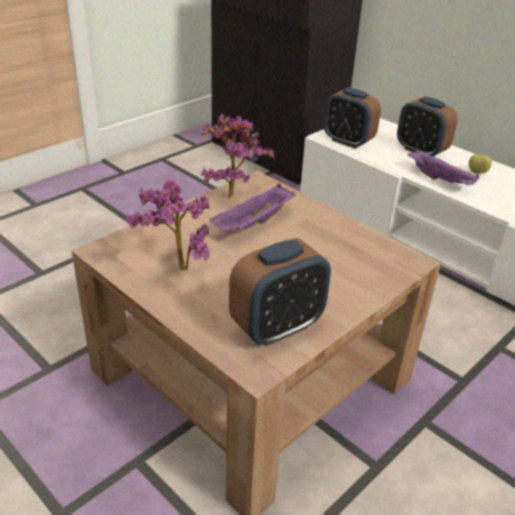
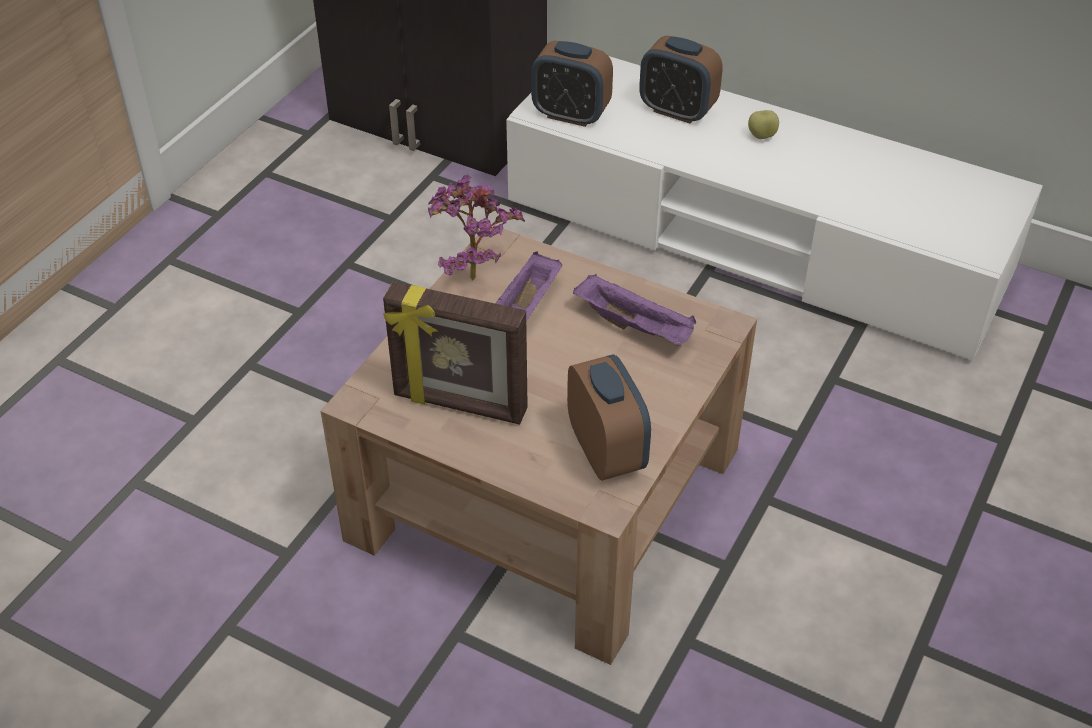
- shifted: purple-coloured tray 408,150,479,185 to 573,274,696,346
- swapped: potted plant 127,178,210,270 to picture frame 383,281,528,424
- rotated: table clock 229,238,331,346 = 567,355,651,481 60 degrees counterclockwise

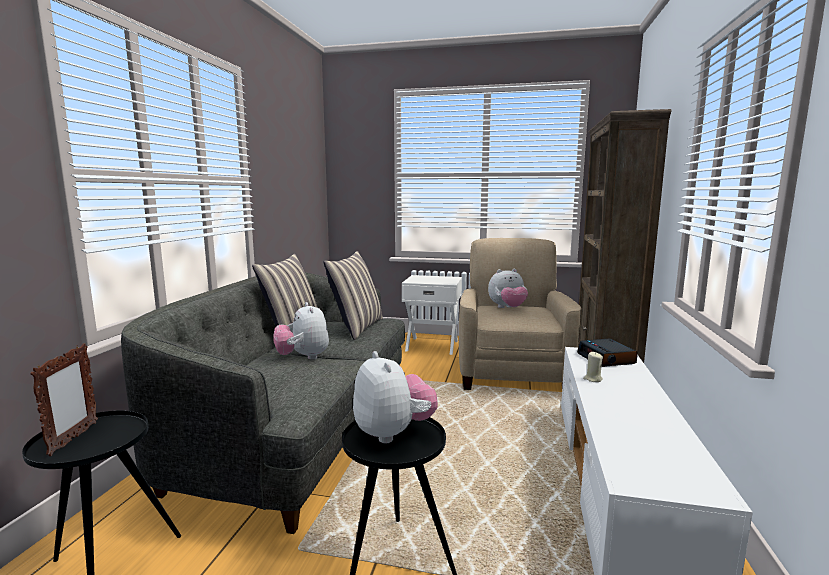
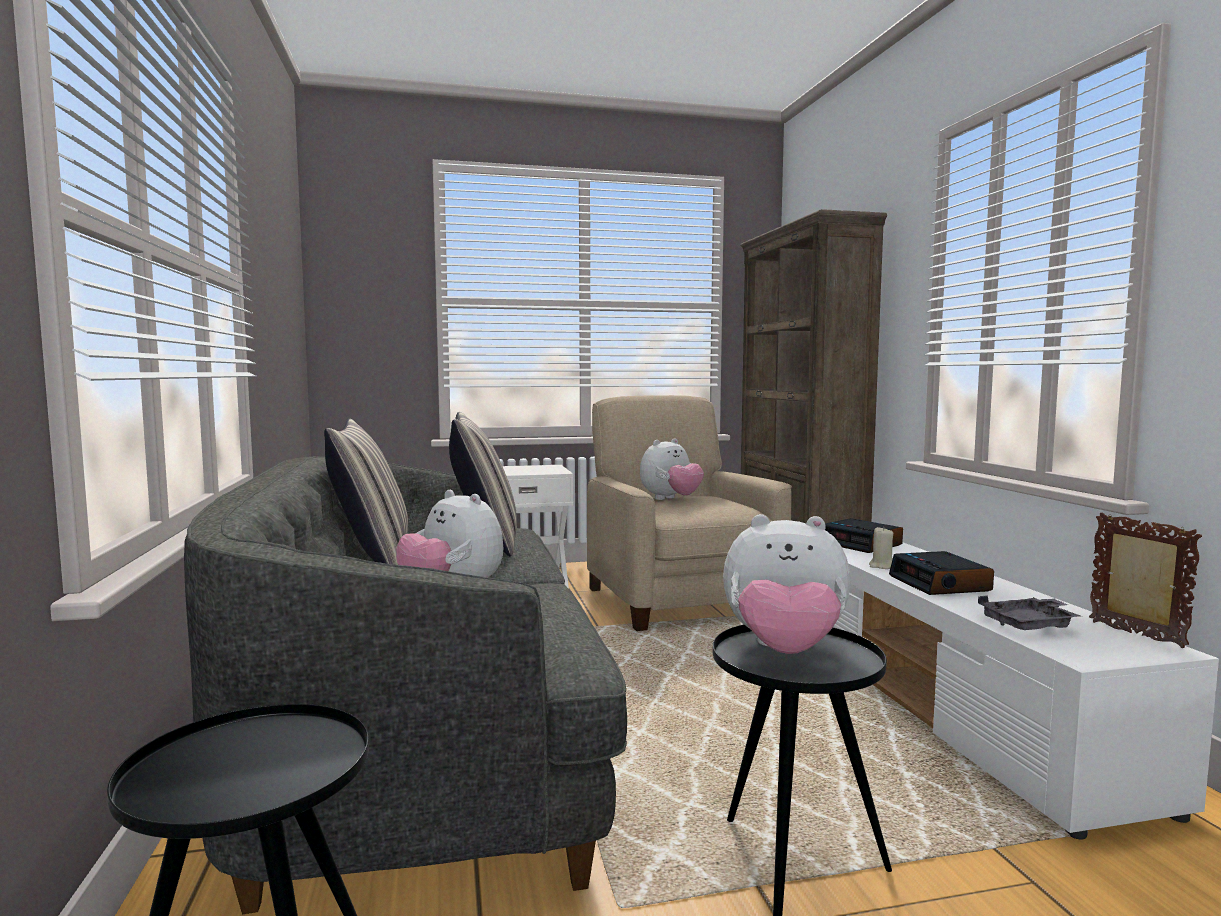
- new: table clock 889,551,994,595
- new: gray tray 978,596,1081,630
- shifted: picture frame 30,343,98,456 to 1089,512,1202,648
- rotated: cuddly toy 353,351,438,443 = 723,514,850,654 150 degrees clockwise

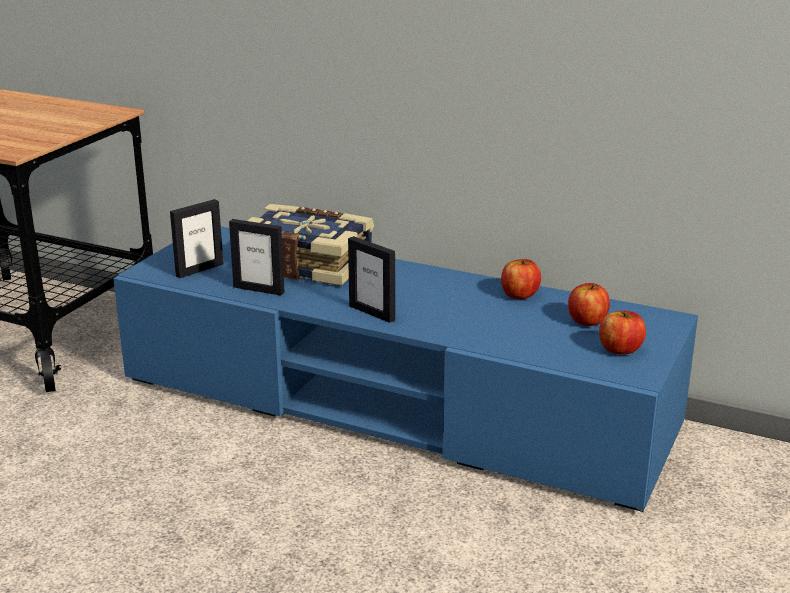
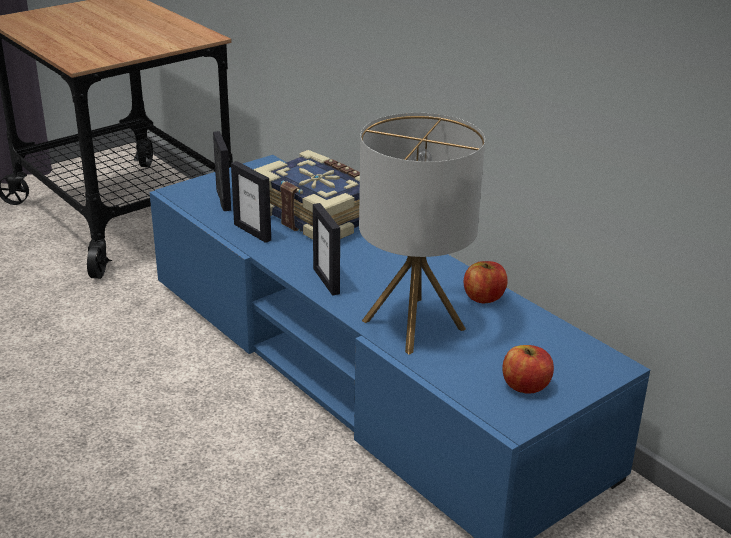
- gone: apple fruit 568,283,610,326
- new: table lamp 359,113,485,355
- rotated: picture frame 170,199,223,278 = 213,131,231,211 90 degrees counterclockwise

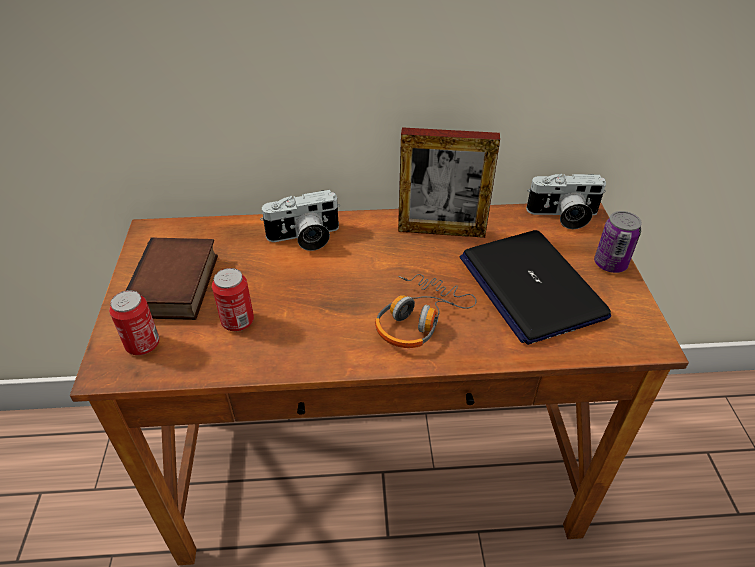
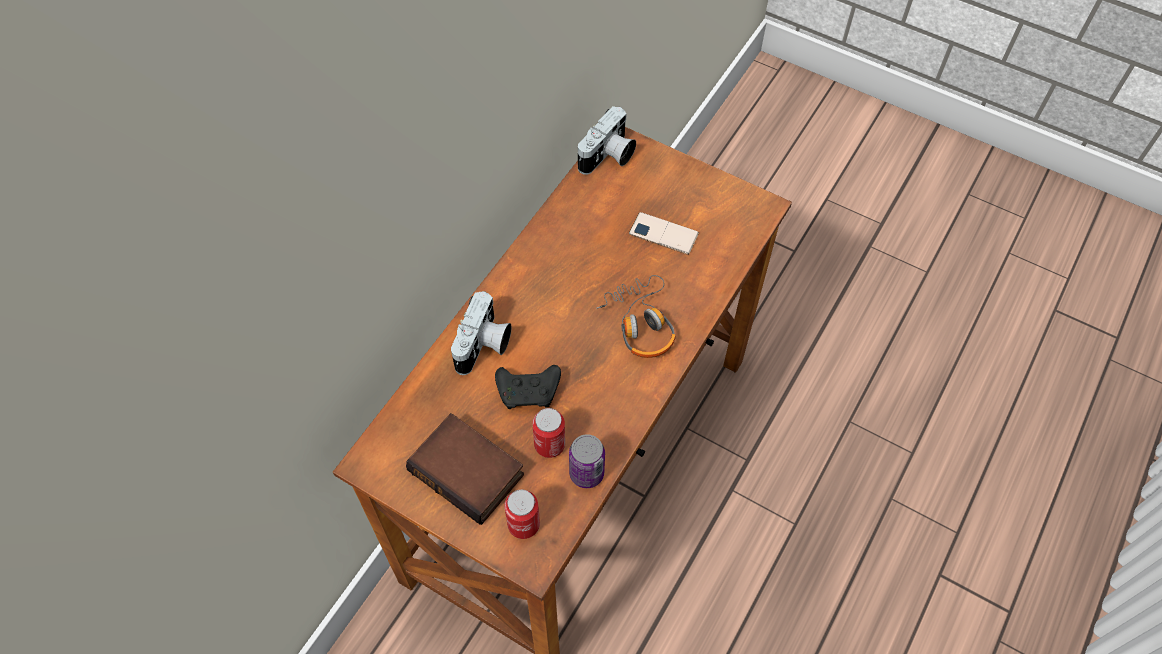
- gone: picture frame 398,127,500,238
- new: black-coloured game controller 495,365,561,409
- shifted: can 594,211,642,273 to 569,434,605,488
- swapped: portable computer 460,230,611,345 to telephone 629,212,699,255

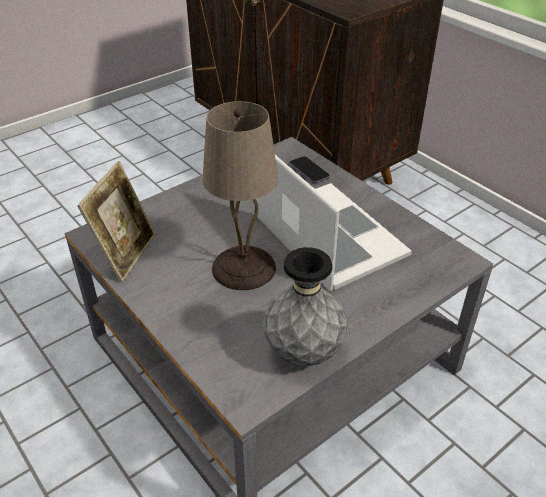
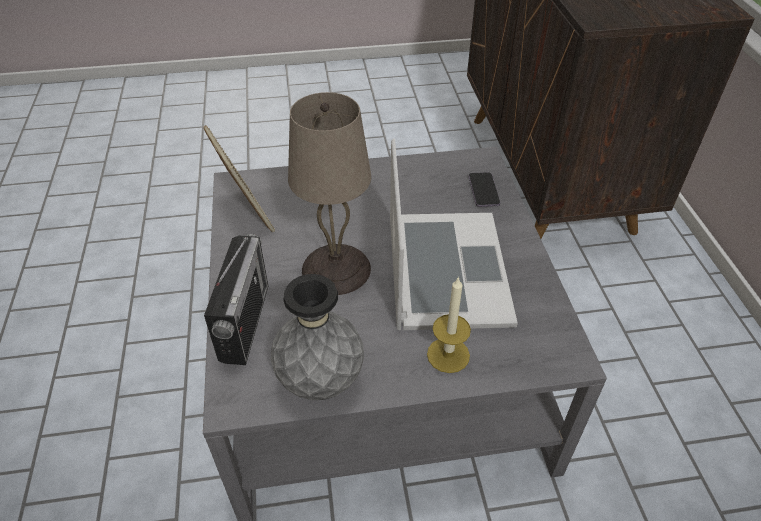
- new: radio receiver 204,234,268,365
- new: wax light 427,276,471,373
- rotated: picture frame 77,161,156,282 = 203,125,275,232 75 degrees counterclockwise

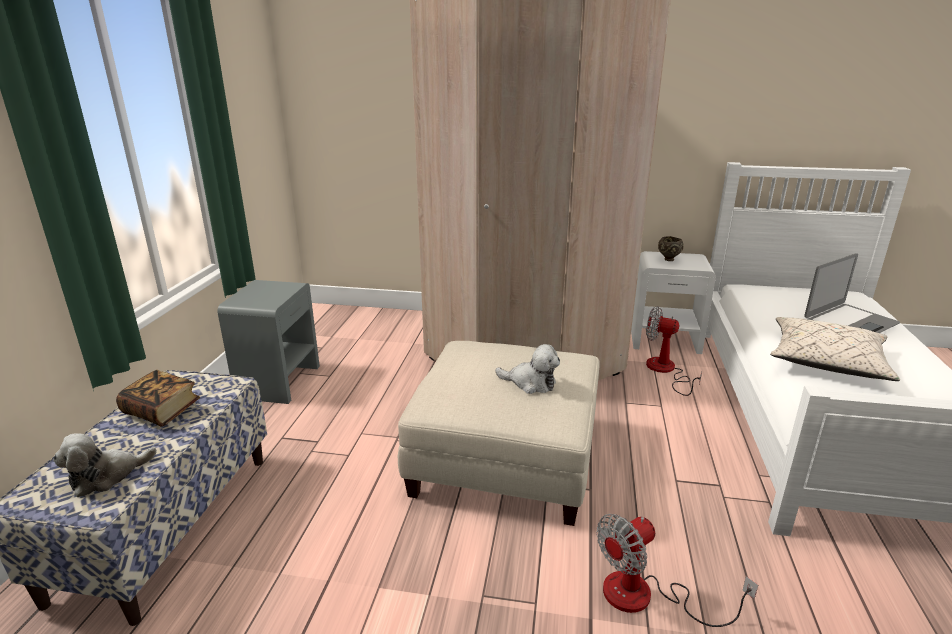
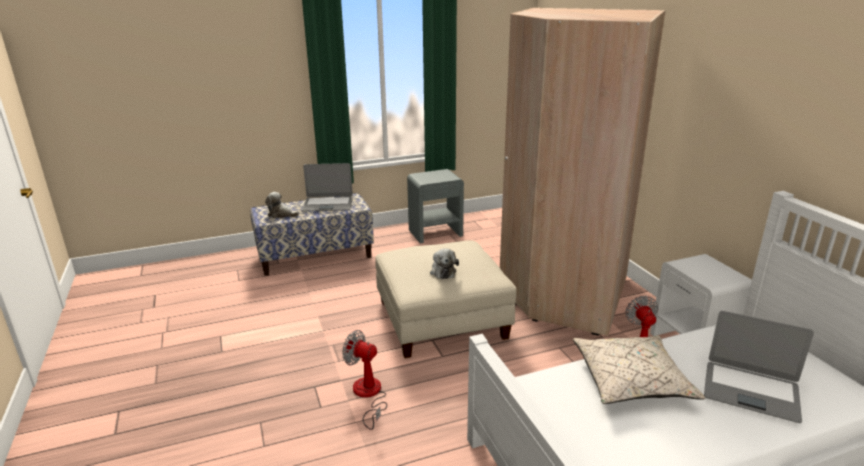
- gone: brown-coloured deep dish 658,236,684,261
- swapped: book 116,370,200,427 to portable computer 302,163,353,211

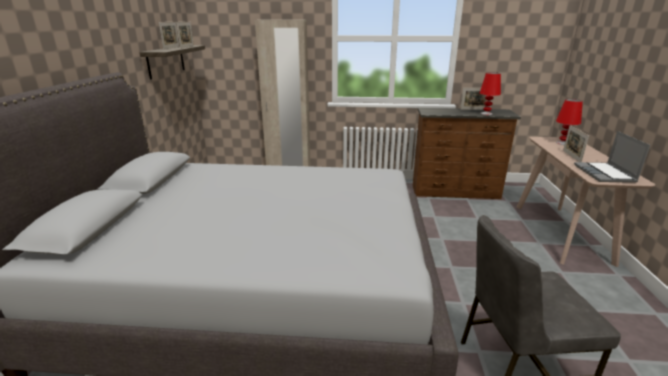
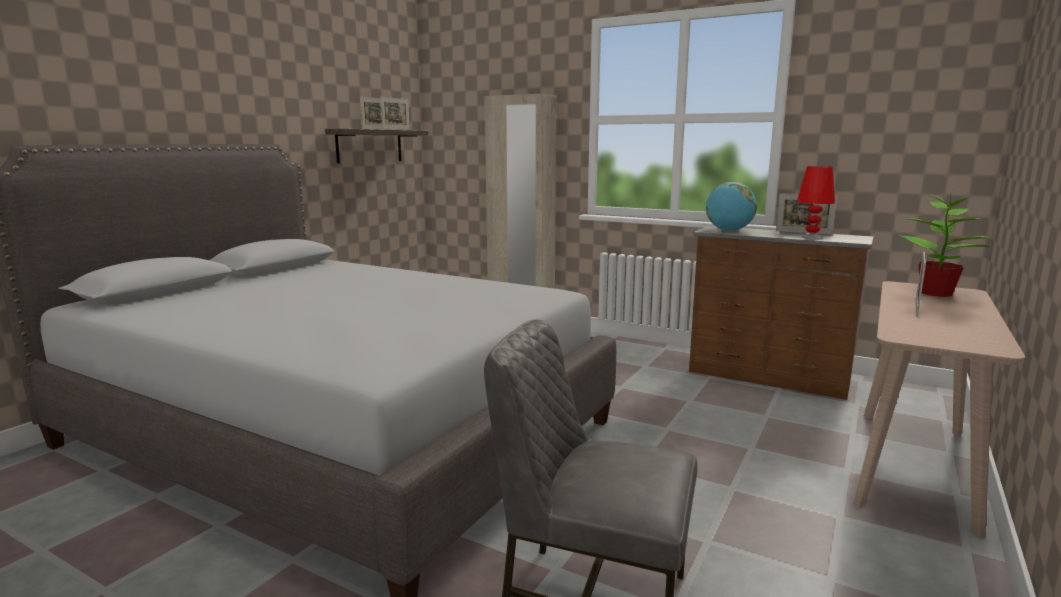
- gone: portable computer 574,131,650,183
- new: desk globe 706,182,757,231
- swapped: red table lamp 556,99,583,145 to potted plant 900,190,991,297

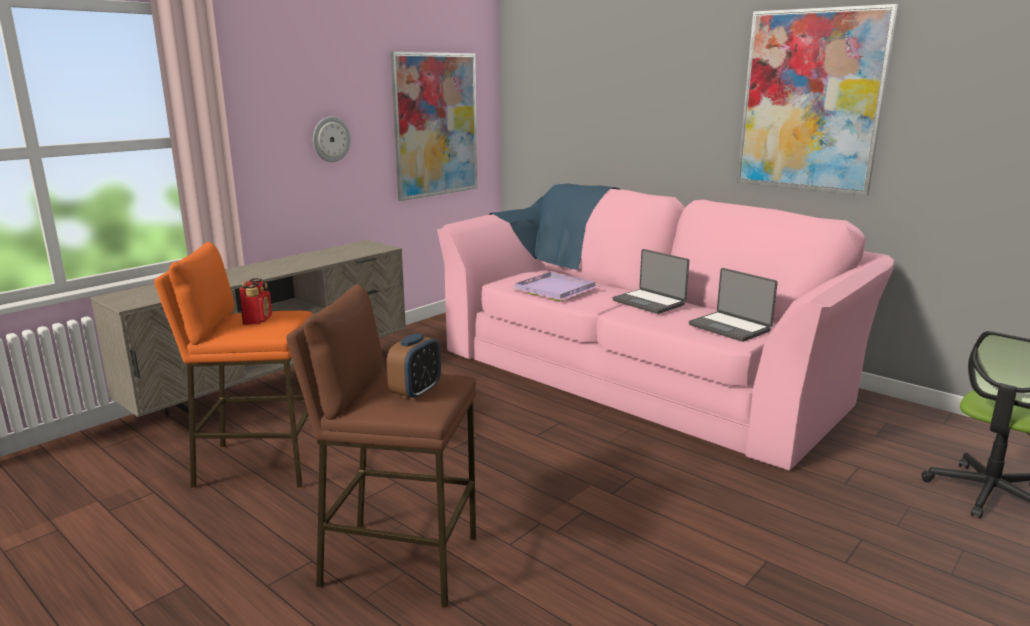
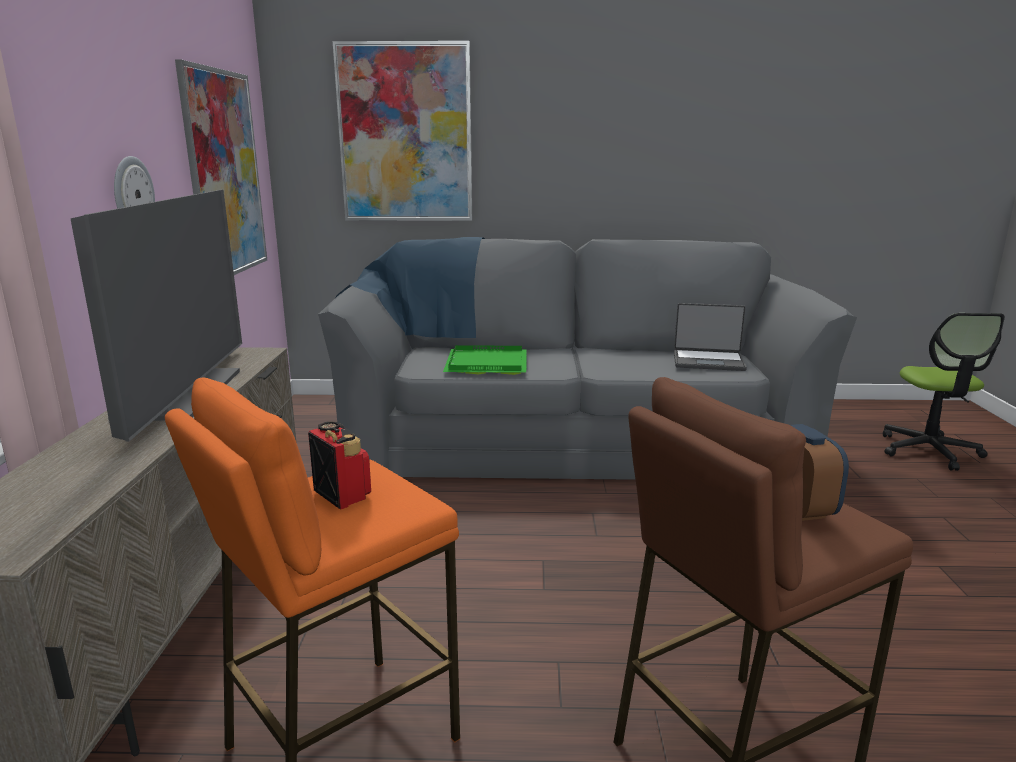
- gone: portable computer 612,249,689,314
- new: TV 70,190,242,442
- shifted: picture 737,4,898,196 to 332,41,472,221
- repainted: pink couch 437,184,894,471 to gray couch 318,237,857,480
- repainted: purple-coloured tray 510,272,600,301 to green-coloured tray 443,345,526,375

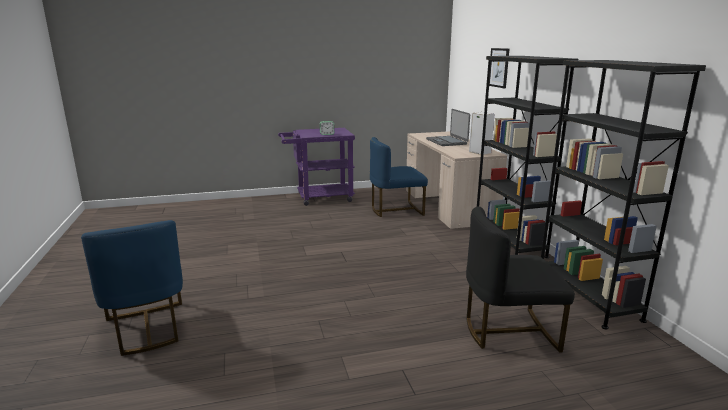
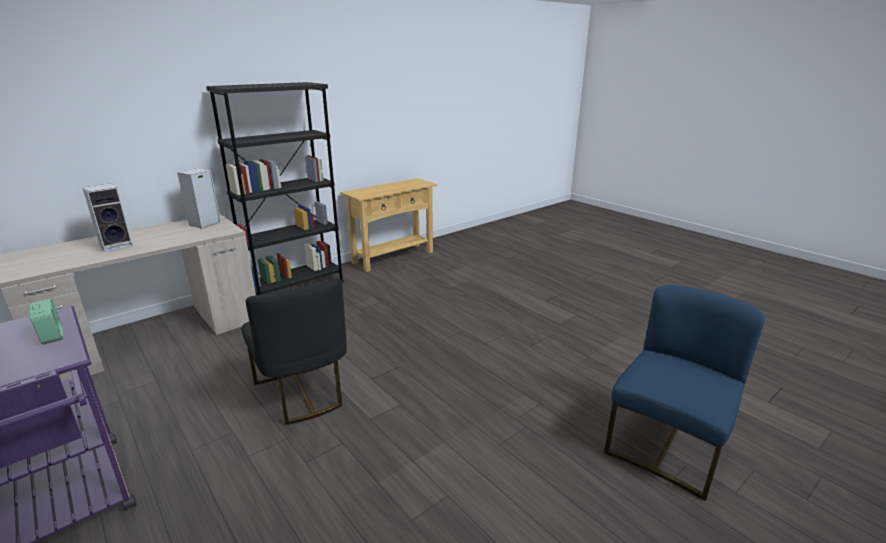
- gone: blue-coloured upright chair 370,137,428,217
- gone: picture 489,48,510,88
- shifted: black-coloured upright chair 466,207,575,353 to 242,278,347,425
- swapped: portable computer 426,109,470,146 to loudspeaker 82,183,133,252
- swapped: black-coloured bookshelf 541,60,706,329 to beige narrow table 340,178,438,272

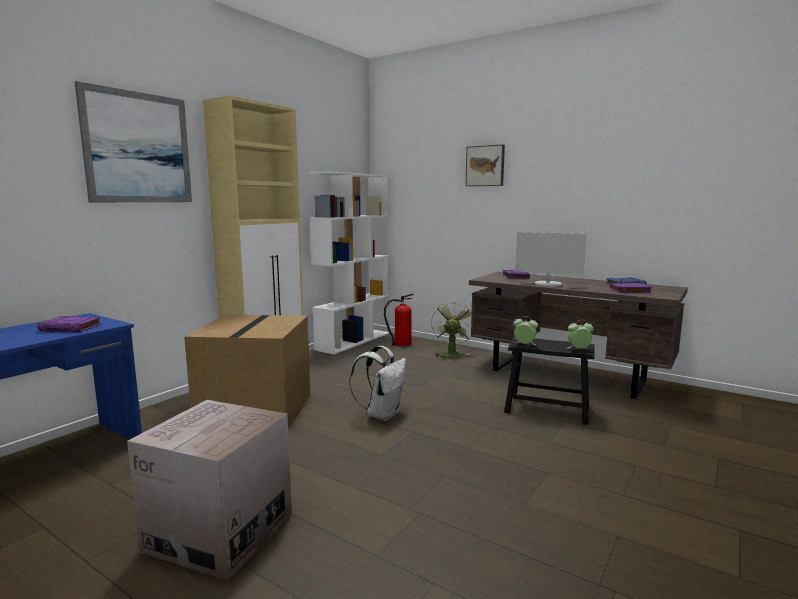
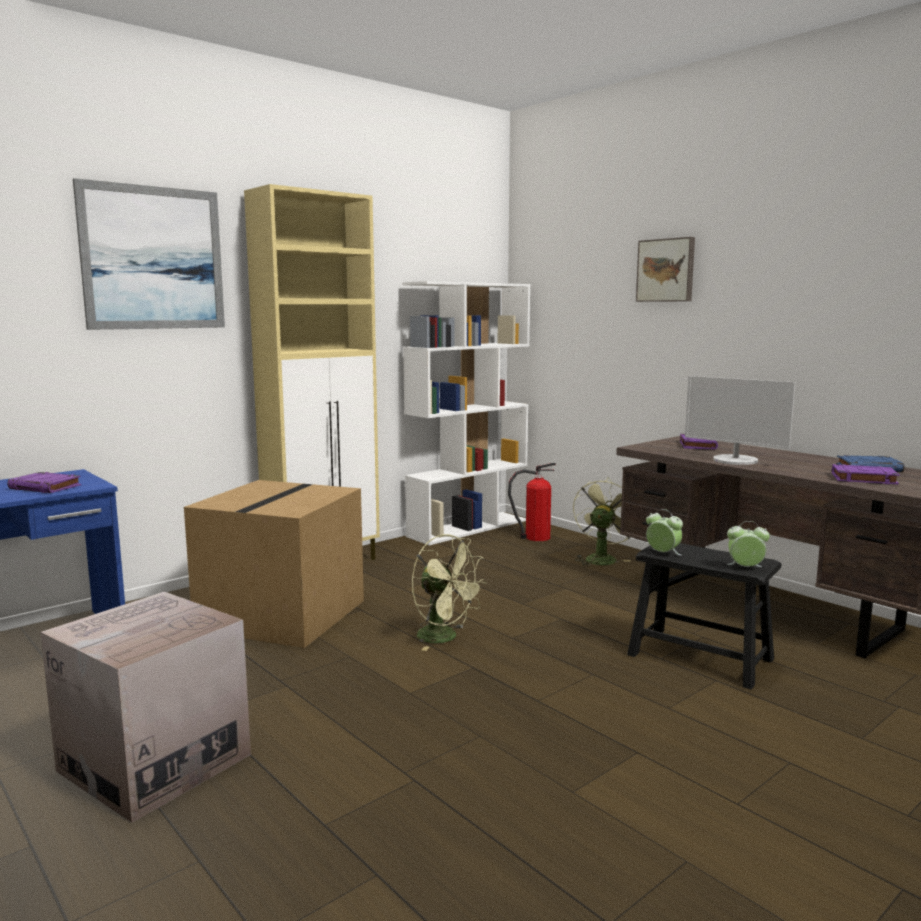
- swapped: white-coloured knapsack 349,346,406,421 to green-coloured fan 412,534,487,651

